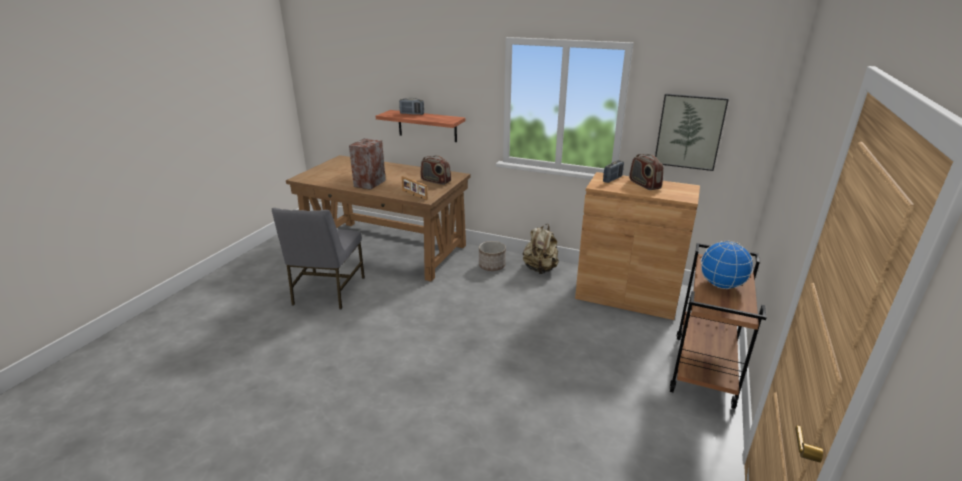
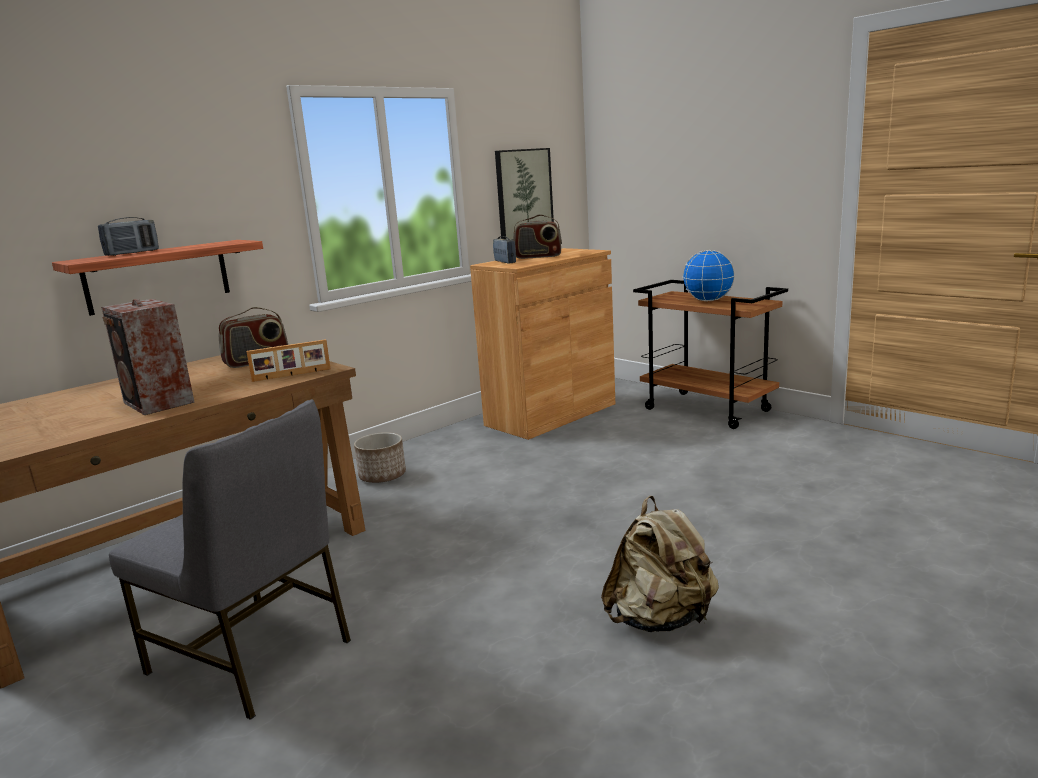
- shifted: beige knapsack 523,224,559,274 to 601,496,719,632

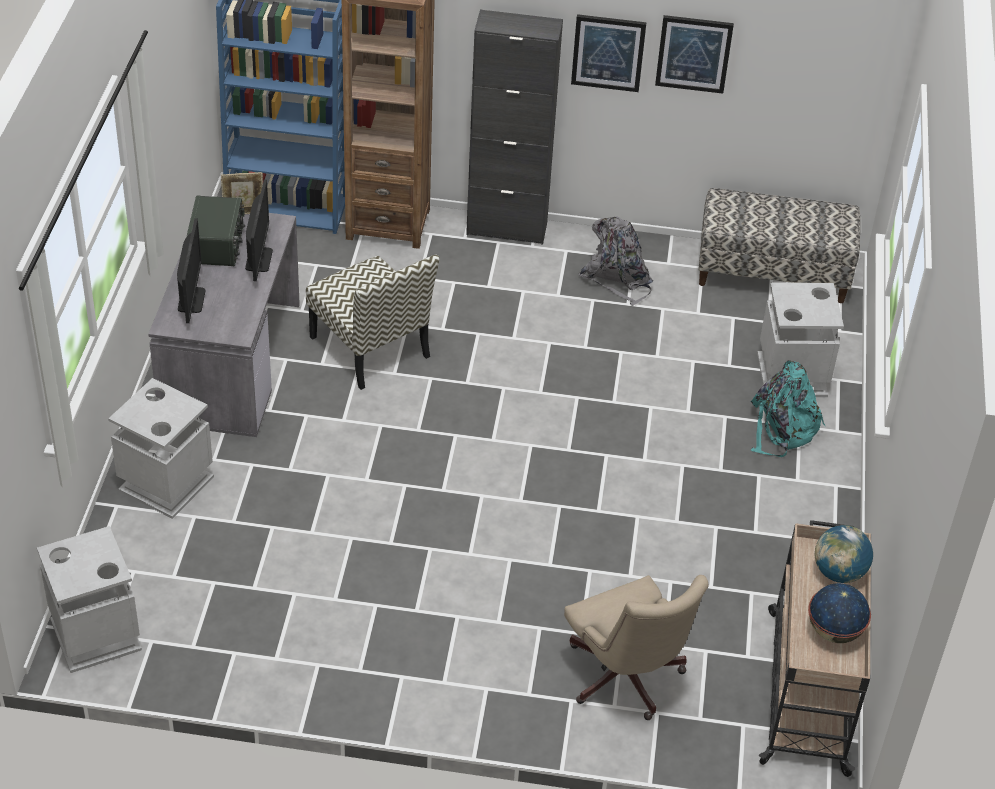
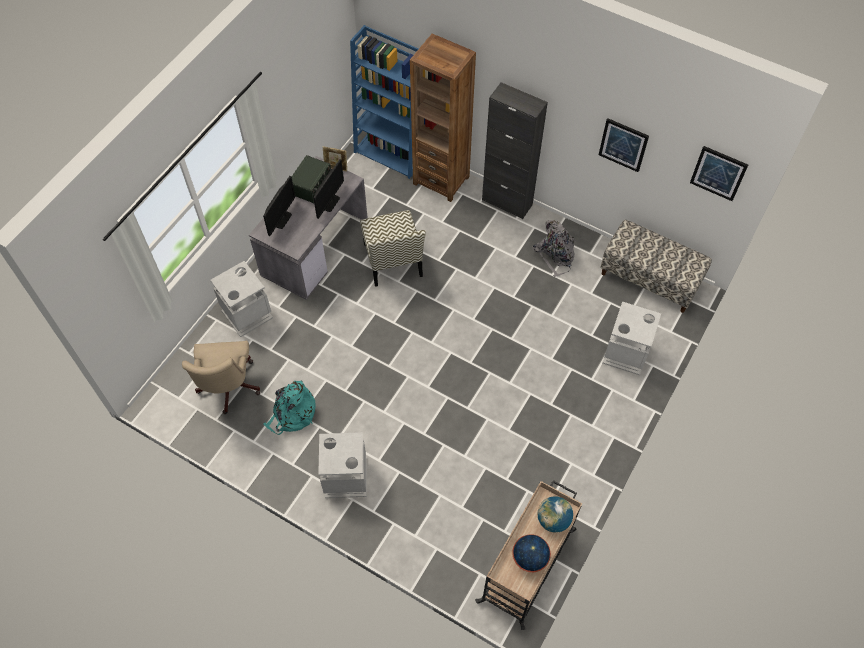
- shifted: gray trash can 37,526,142,673 to 318,432,367,498
- shifted: beige computer chair 564,575,708,720 to 182,341,260,414
- shifted: picture 571,14,647,92 to 690,146,748,201
- shifted: turquoise-coloured knapsack 751,360,825,457 to 263,380,316,435

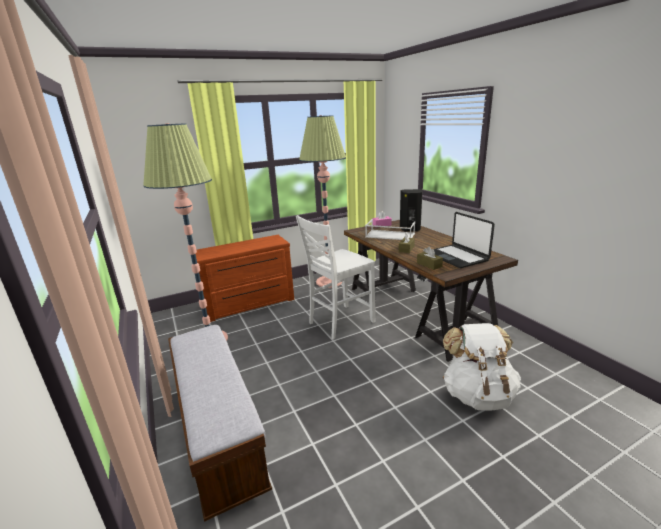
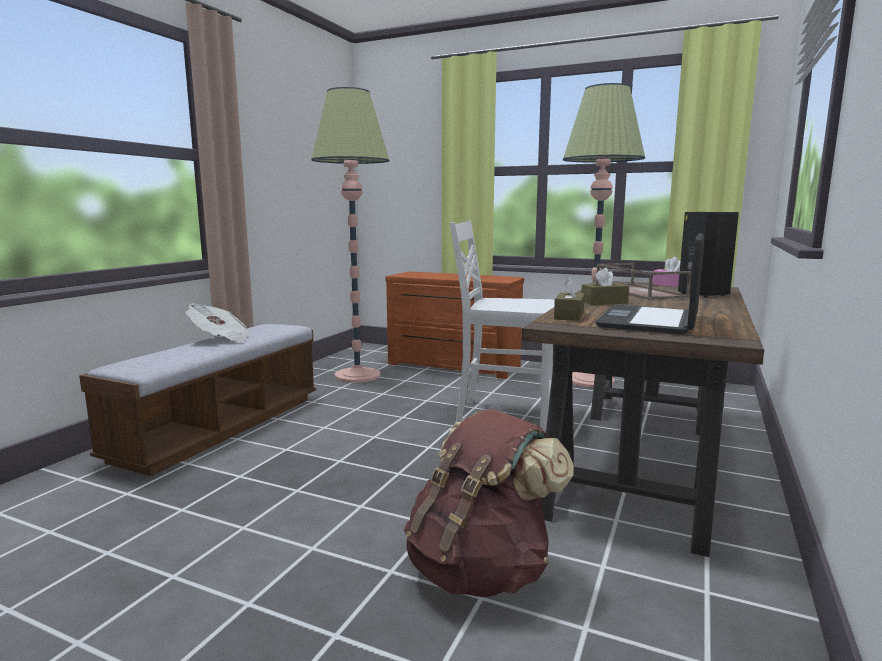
- new: newspaper 186,304,251,342
- repainted: white-coloured tray 365,219,415,240 to brown-coloured tray 596,263,692,300
- repainted: white-coloured knapsack 443,323,521,411 to brown-coloured knapsack 404,409,574,597

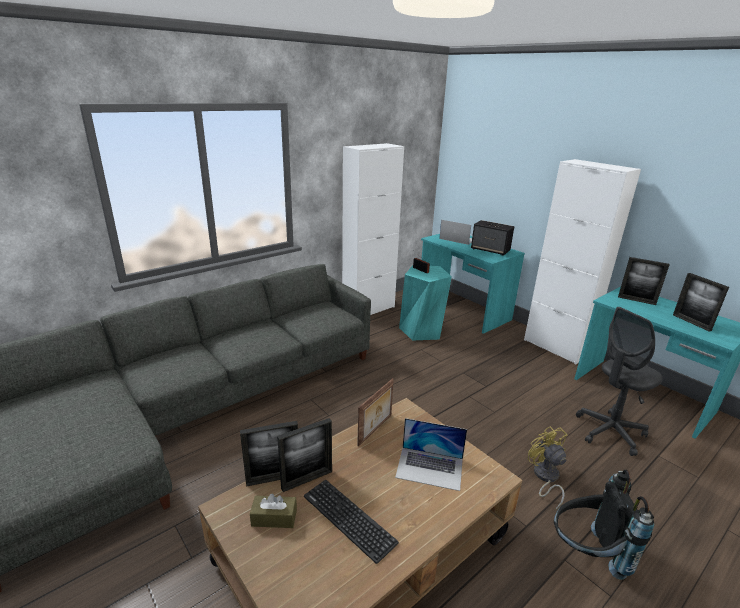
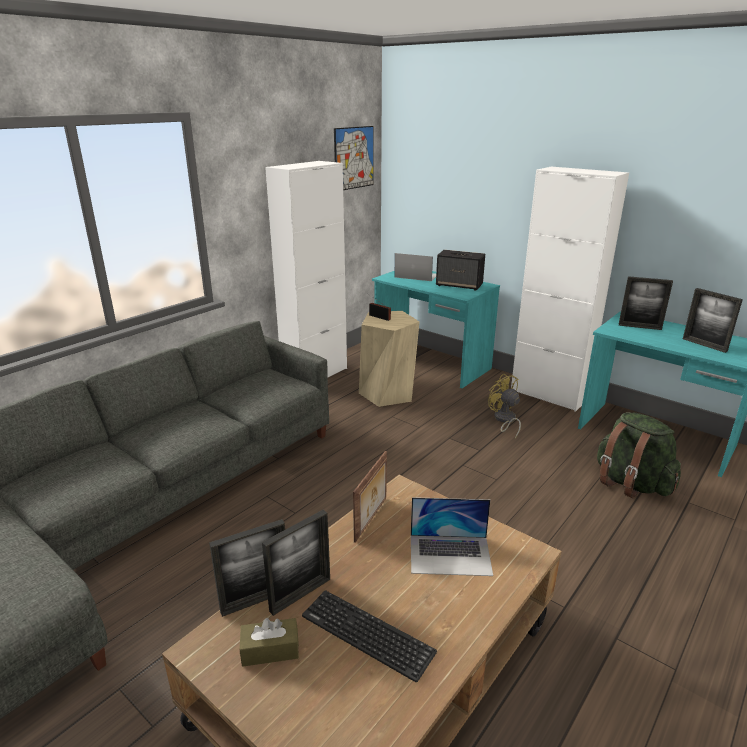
- gone: black-coloured knapsack 554,469,655,580
- new: picture 334,126,374,190
- shifted: yellow-coloured fan 528,426,568,510 to 488,374,521,438
- swapped: gray computer chair 576,307,663,456 to green-coloured knapsack 597,412,681,498
- repainted: turquoise-coloured stool 399,265,452,341 to beige stool 359,311,419,407

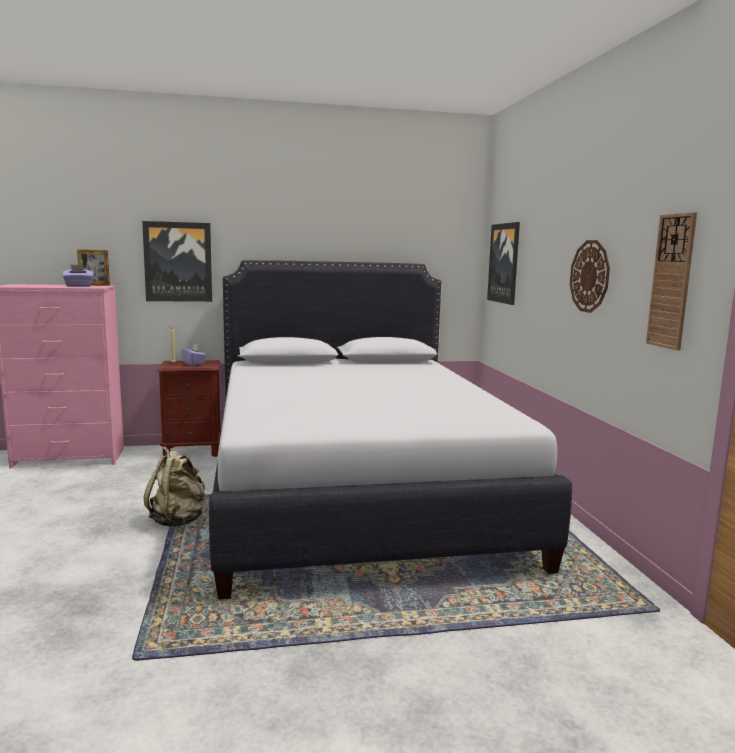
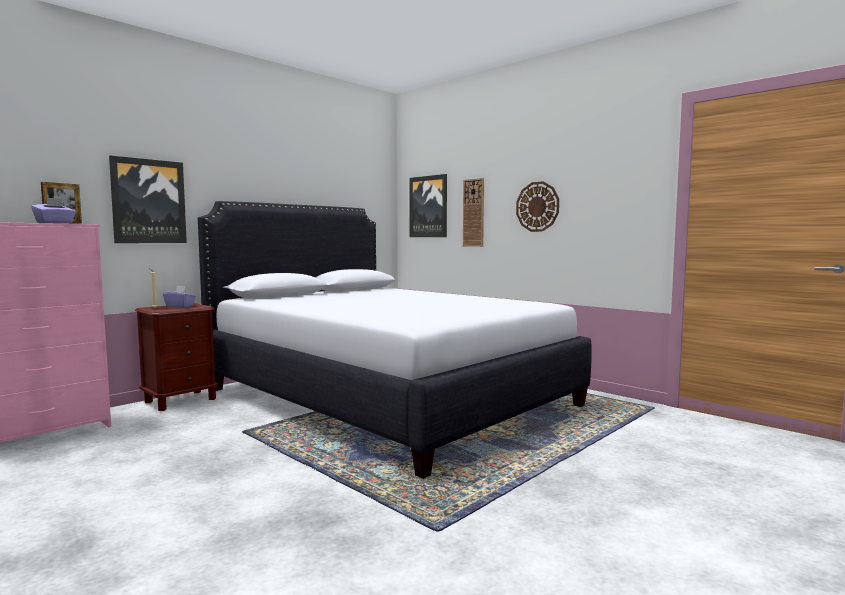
- gone: beige knapsack 144,446,205,526
- shifted: hanging clock 646,212,697,351 to 463,178,484,247

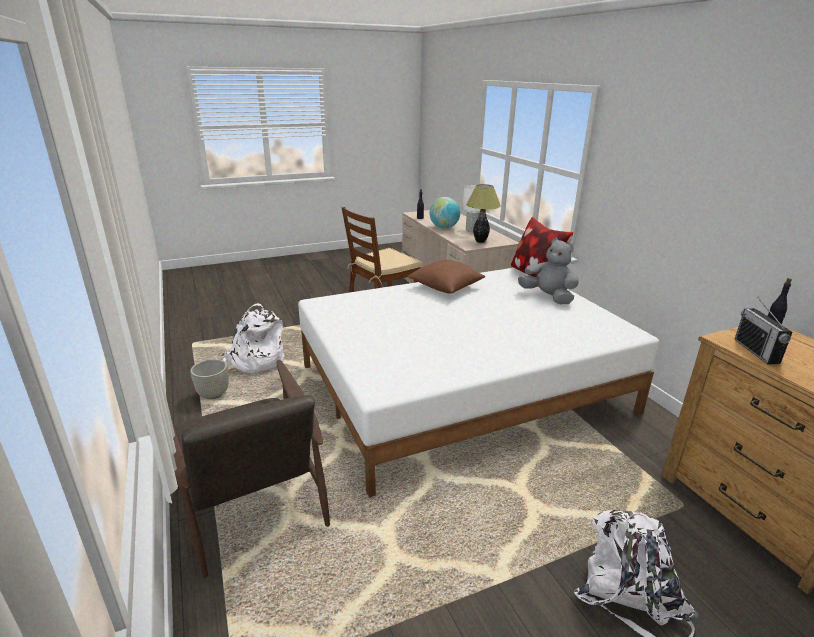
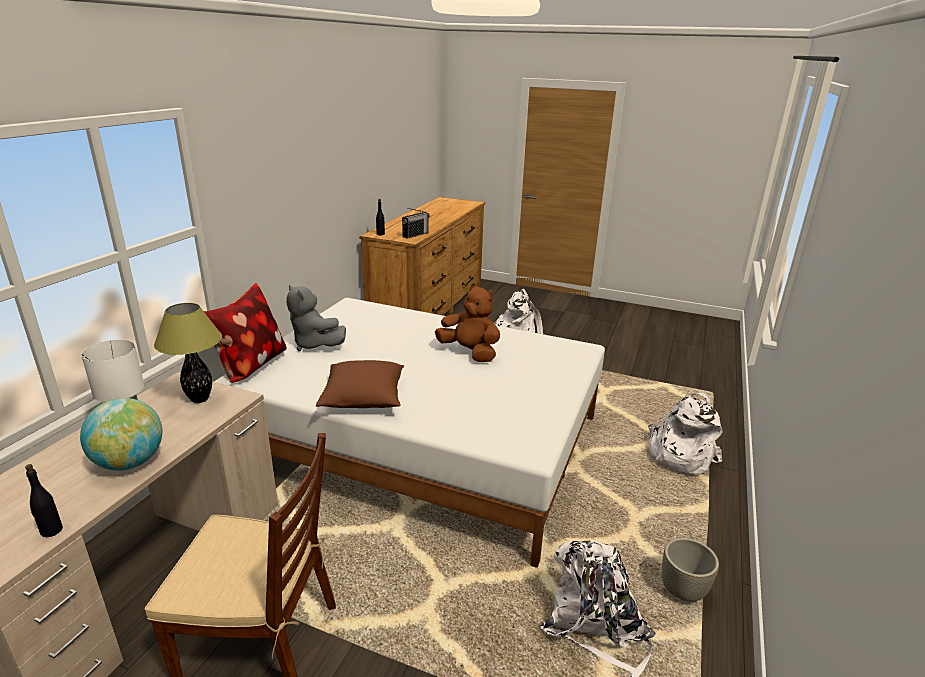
- new: brown-coloured cuddly toy 435,283,500,362
- swapped: brown-coloured lounge chair 171,360,330,578 to white-coloured knapsack 647,393,723,475
- rotated: gray cuddly toy 518,238,579,304 = 287,285,346,351 45 degrees counterclockwise

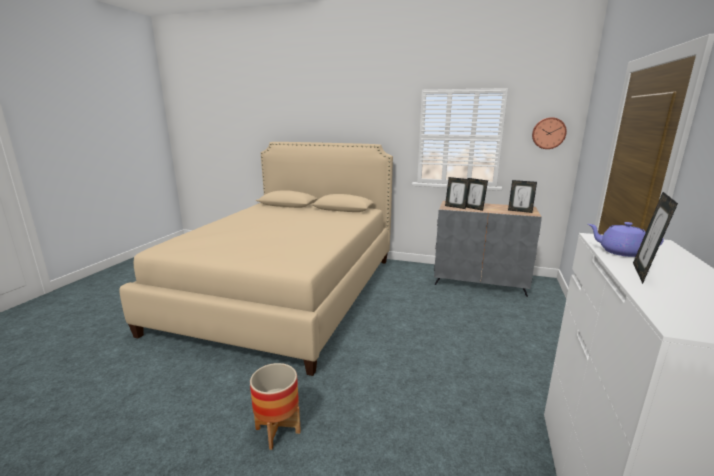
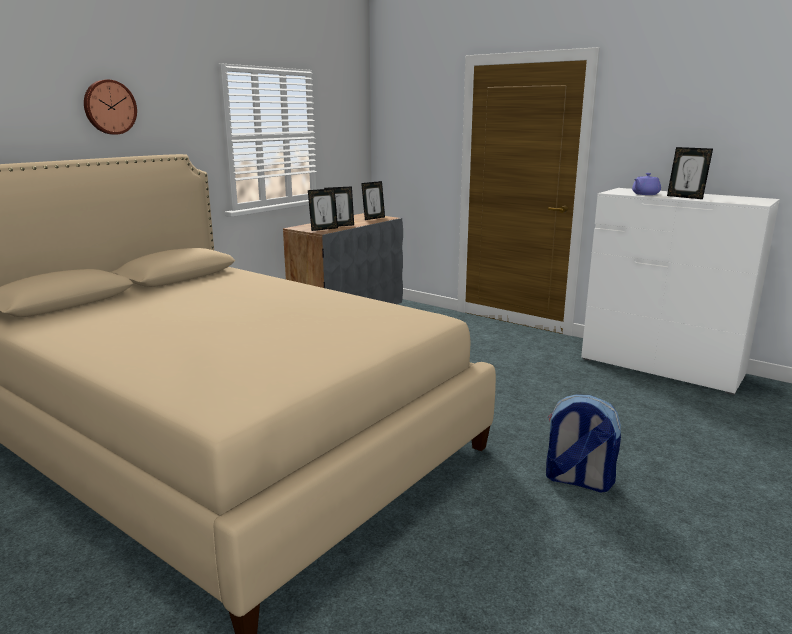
- shifted: hanging clock 532,117,567,149 to 84,79,137,135
- swapped: planter 250,363,301,450 to knapsack 546,395,621,492

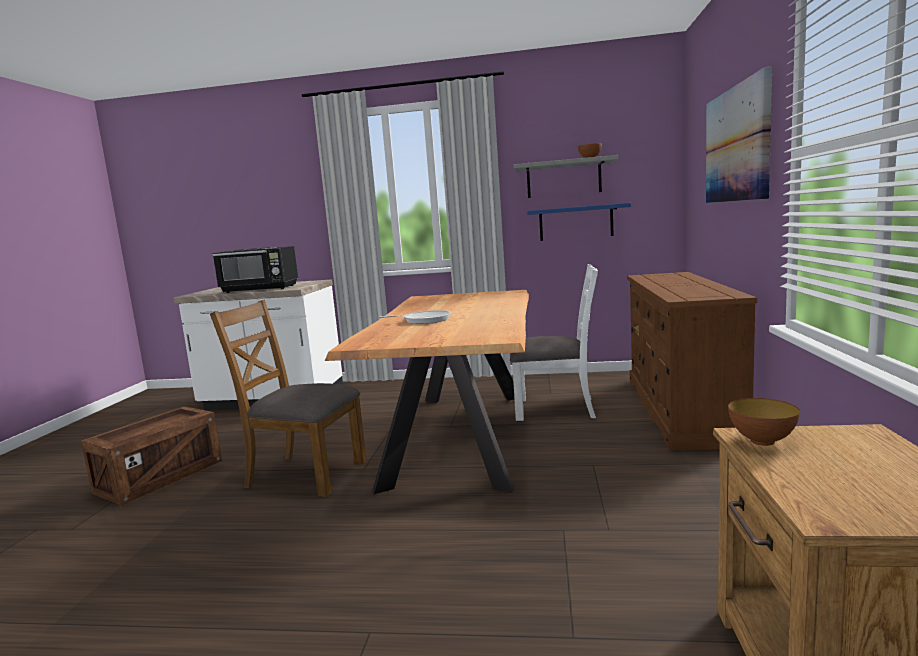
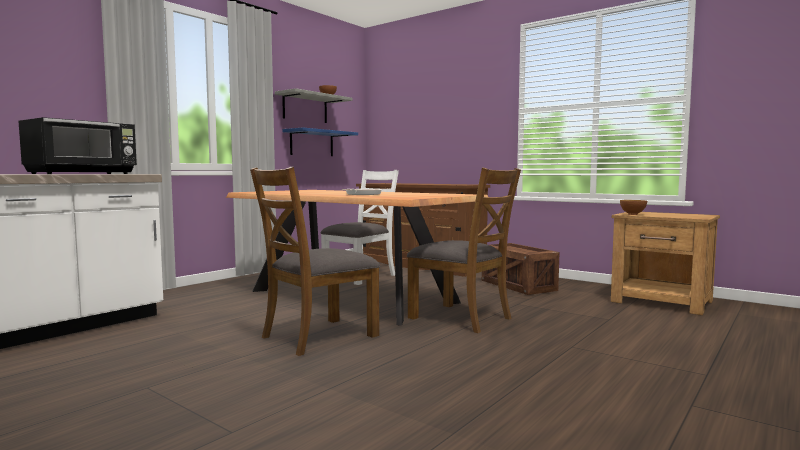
- gone: picture 706,66,772,203
- new: brown-coloured upright chair 407,168,521,333
- shifted: crate 81,406,222,505 to 482,243,560,295

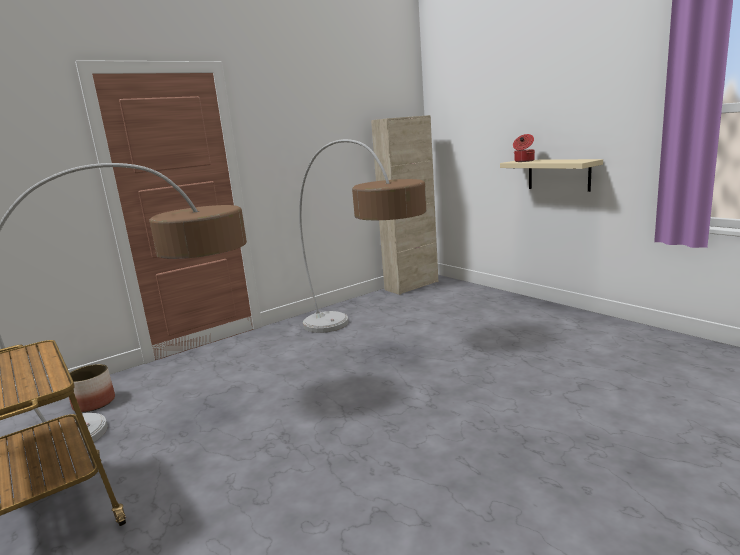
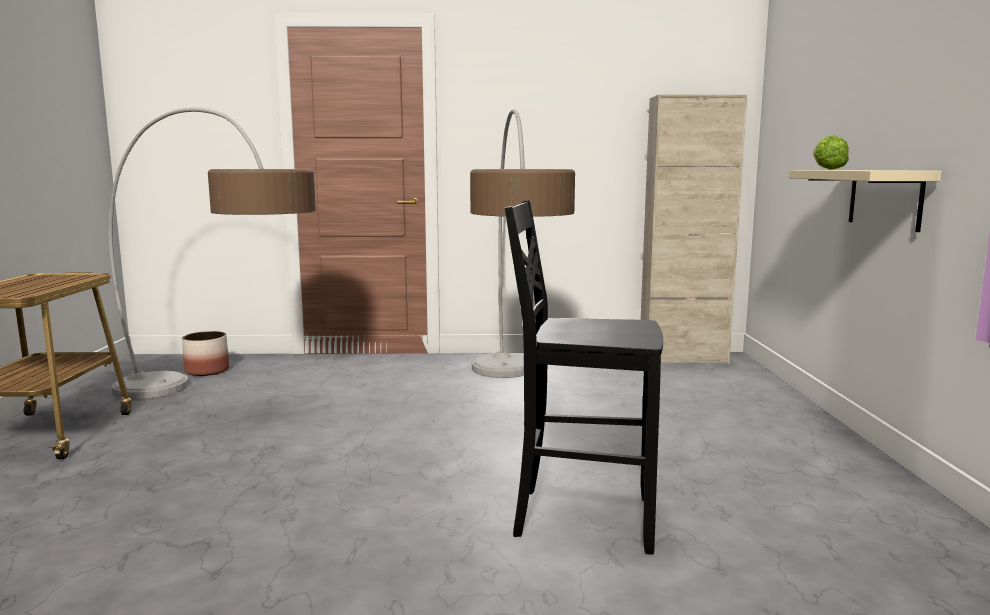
- new: black-coloured upright chair 504,200,663,554
- swapped: cooking pot 513,134,535,162 to lettuce 813,136,849,170

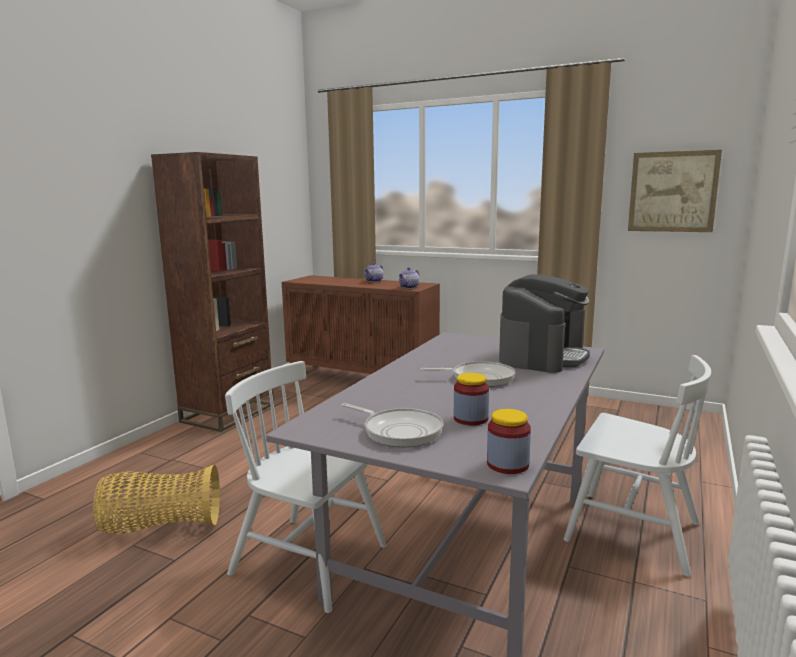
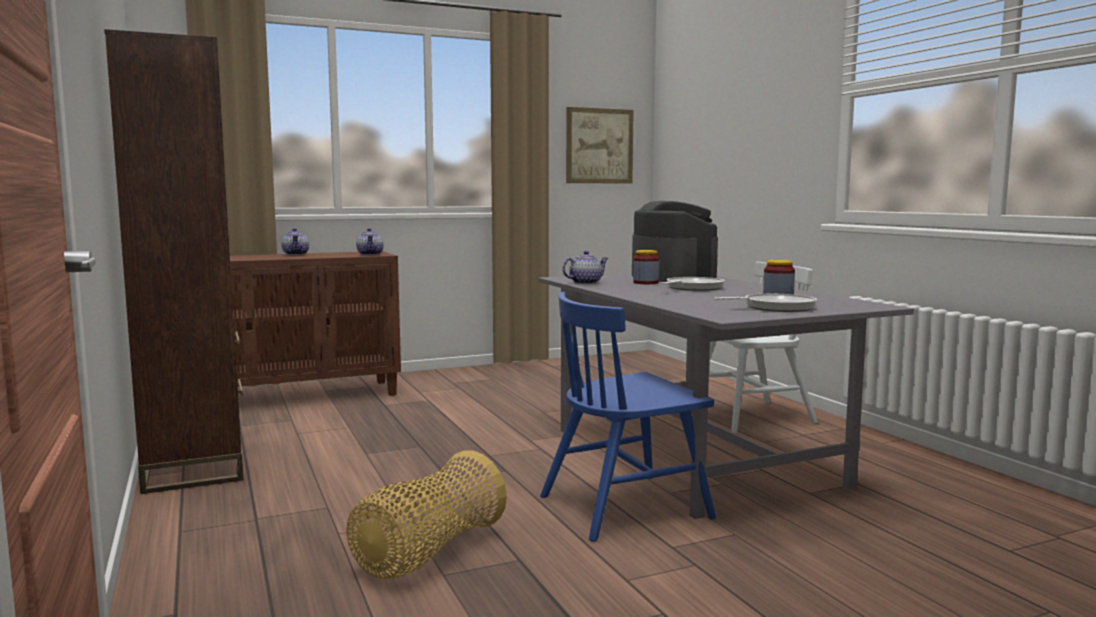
- new: pot for tea 562,251,608,284
- shifted: jar 487,409,531,474 to 633,250,659,284
- repainted: white-coloured upright chair 225,361,387,613 to blue-coloured upright chair 540,292,716,542

